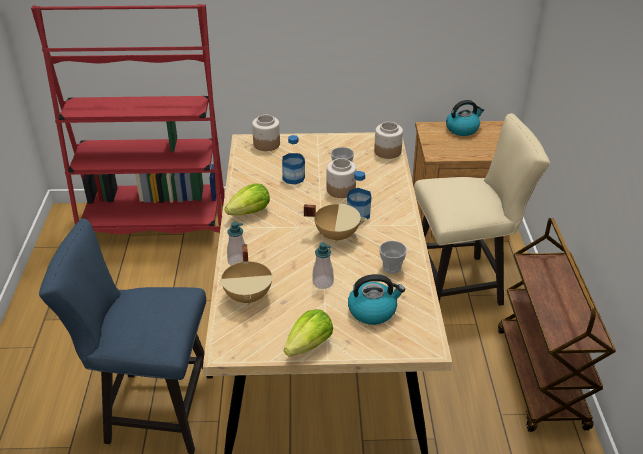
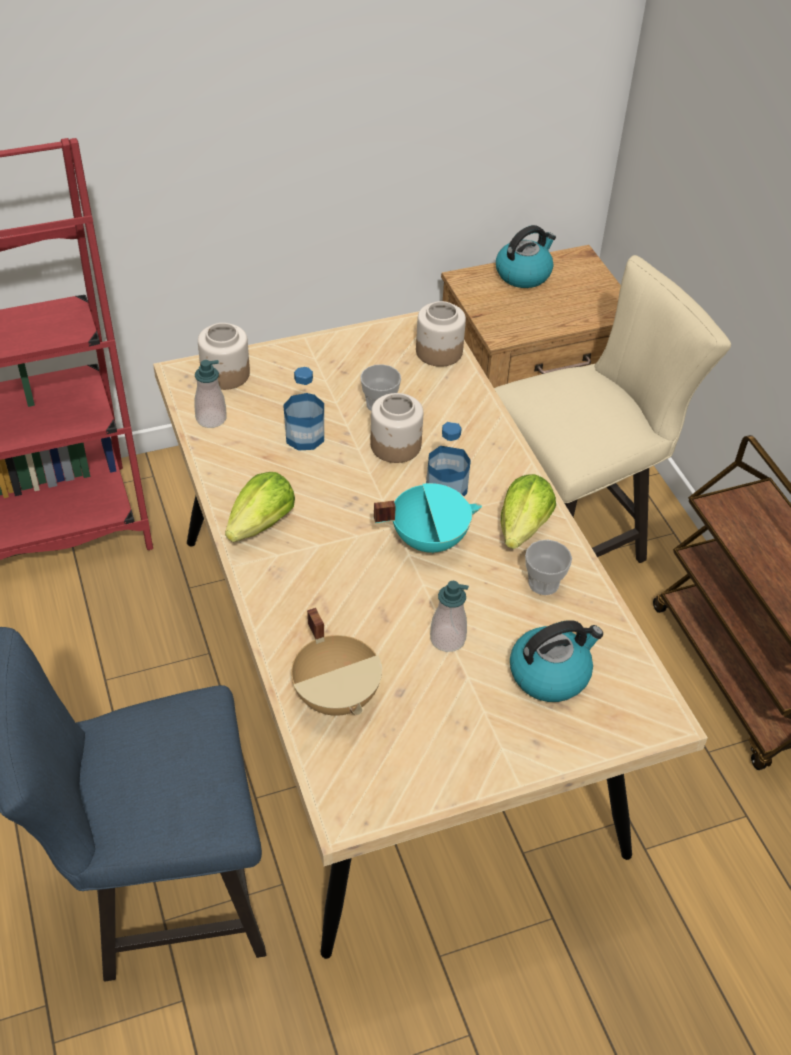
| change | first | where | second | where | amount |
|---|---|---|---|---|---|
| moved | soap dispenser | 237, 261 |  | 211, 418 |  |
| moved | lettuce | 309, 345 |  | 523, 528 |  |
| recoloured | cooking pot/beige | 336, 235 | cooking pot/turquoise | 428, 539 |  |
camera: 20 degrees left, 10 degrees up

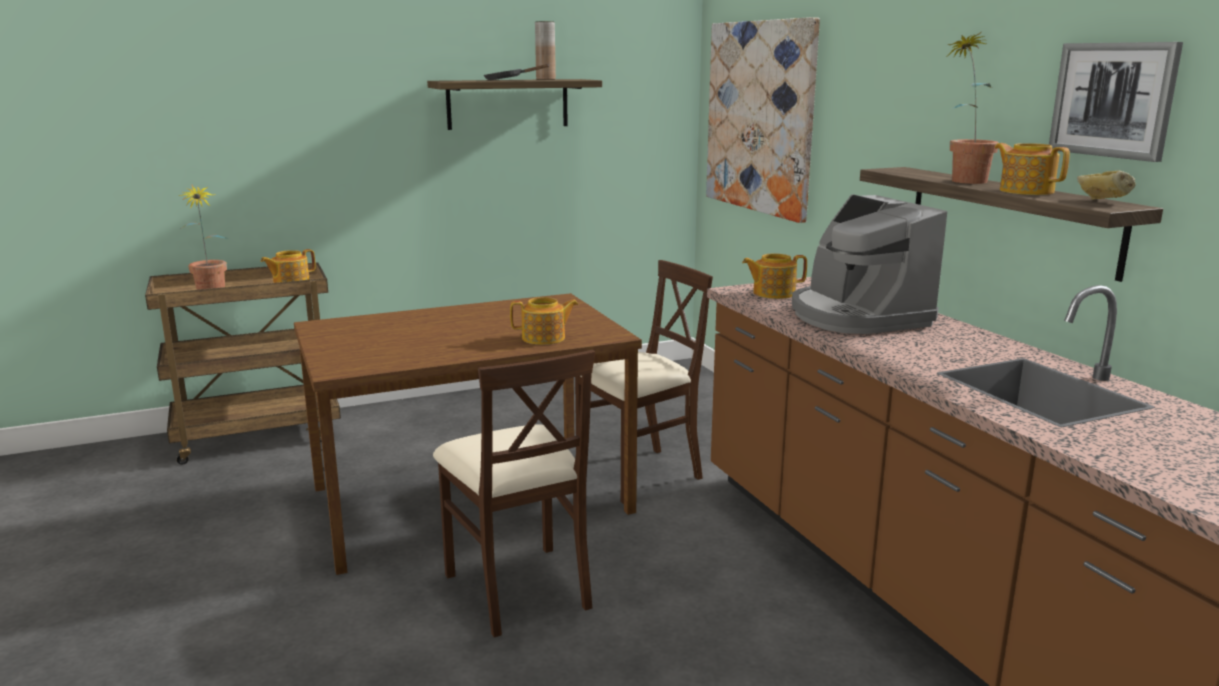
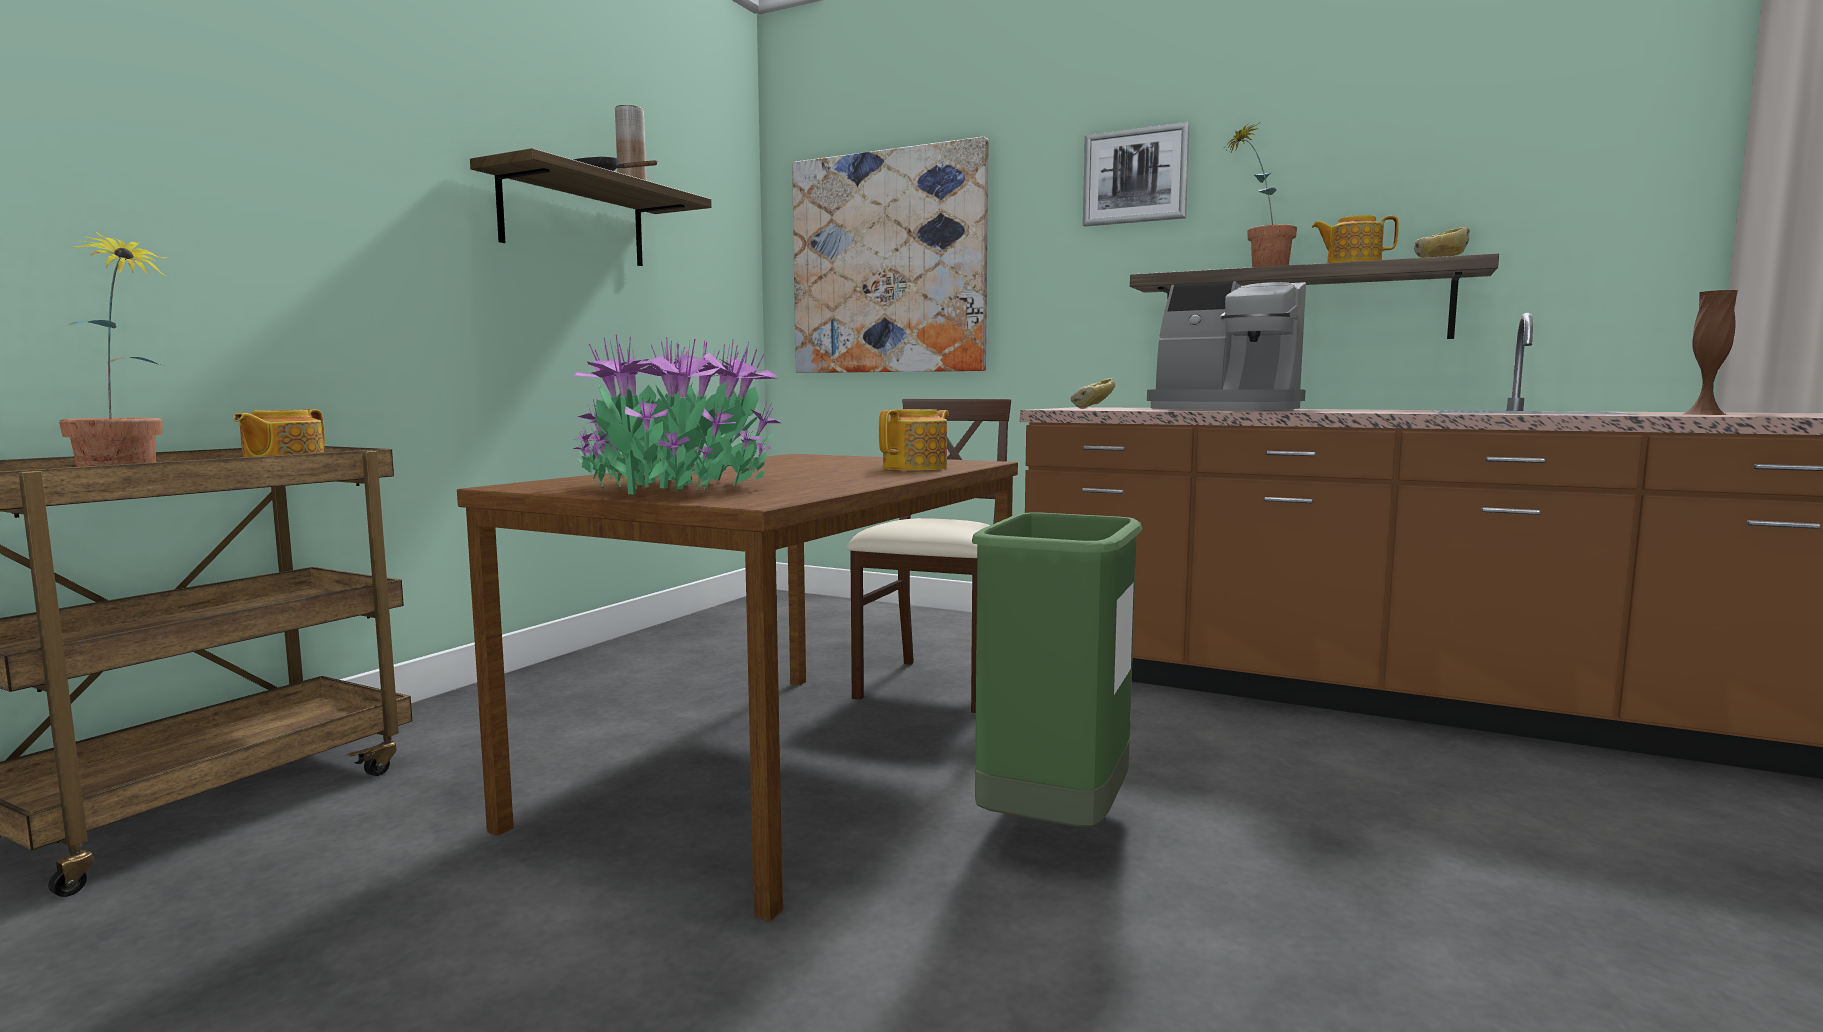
| change | first | where | second | where | amount |
|---|---|---|---|---|---|
| replaced | chair/beige | 518, 588 | trash can/green | 1054, 827 |  |
| replaced | teapot | 773, 293 | bread | 1093, 408 |  |
| moved | picture | 1113, 100 |  | 1135, 176 |  |
| added |  |  | potted plant | 676, 487 |  |
| added |  |  | vase/brown | 1704, 414 |  |
camera: 40 degrees left, 10 degrees down

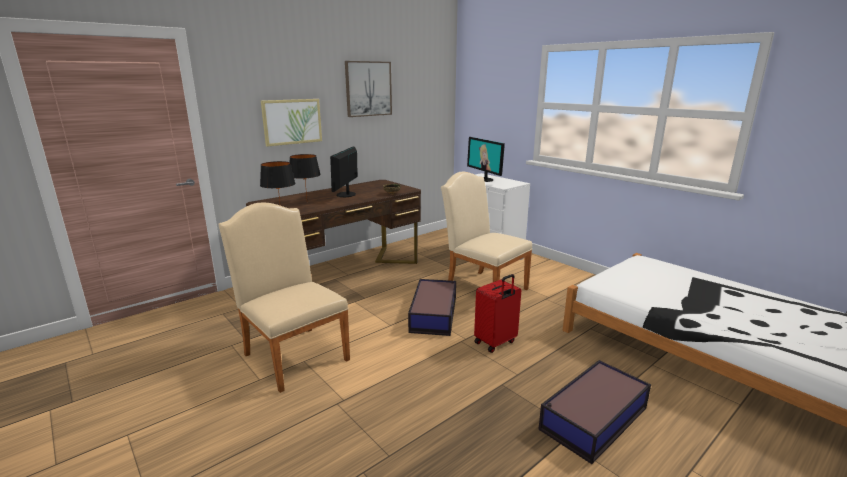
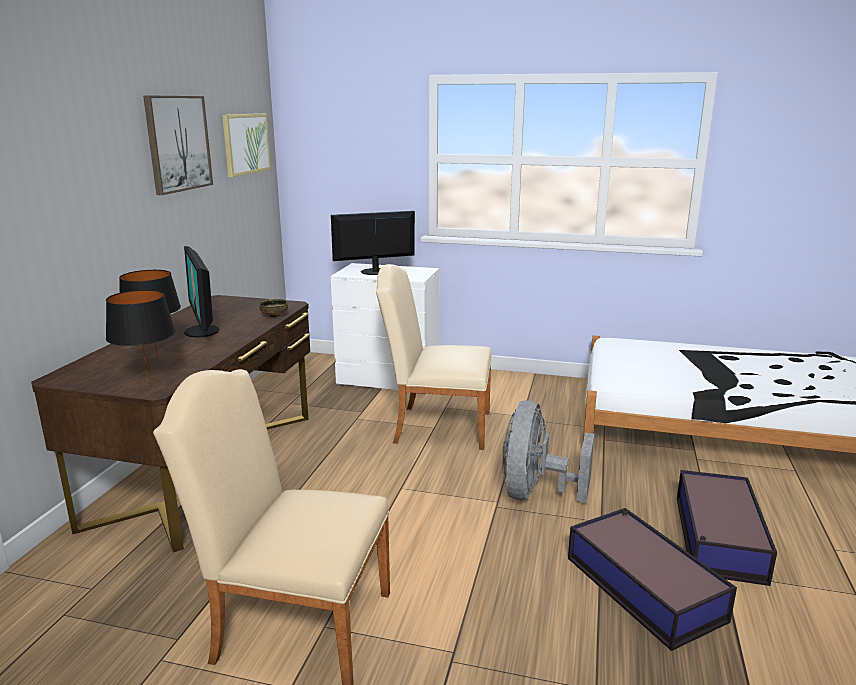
| change | first | where | second | where | amount |
|---|---|---|---|---|---|
| moved | picture | 292, 121 |  | 246, 143 |  |
| moved | storage box | 434, 314 |  | 642, 587 |  |
| turned | monitor | 484, 179 |  | 375, 272 | 135 degrees clockwise |
| replaced | suitcase/red | 496, 342 | fan/grey | 535, 493 |  |
camera: 35 degrees left, 0 degrees up

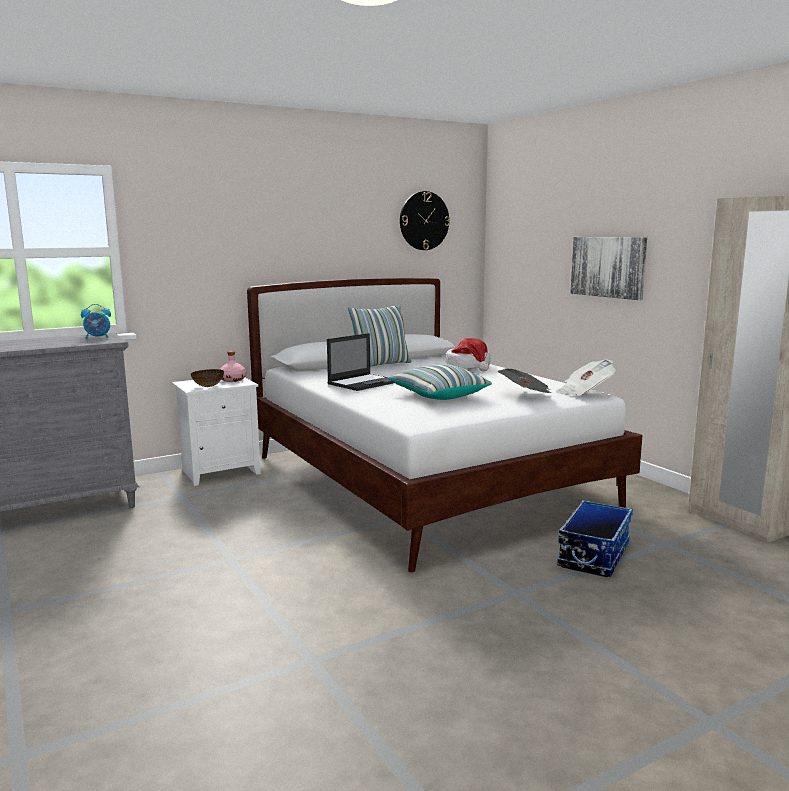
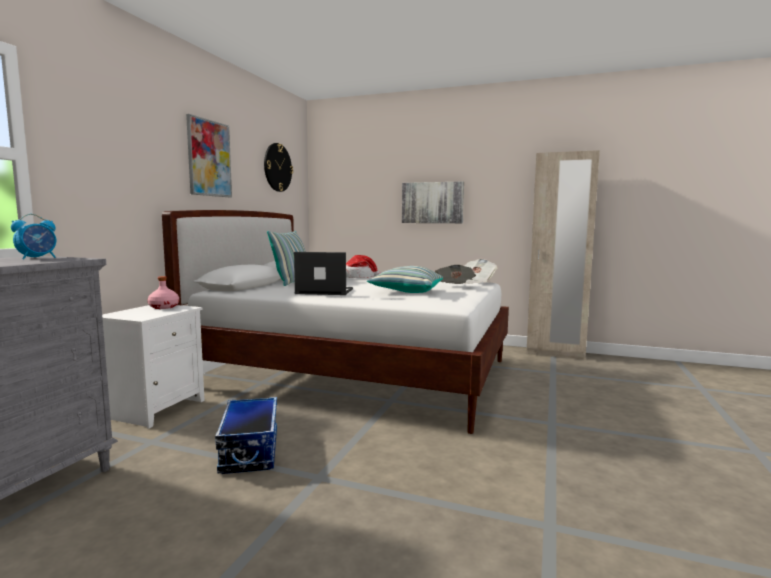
| change | first | where | second | where | amount |
|---|---|---|---|---|---|
| removed | bowl | 208, 386 |  |  |  |
| turned | laptop | 363, 383 |  | 324, 291 | 90 degrees counterclockwise |
| moved | storage box | 593, 554 |  | 249, 450 |  |
| added |  |  | picture | 209, 158 |  |
camera: 40 degrees left, 5 degrees down

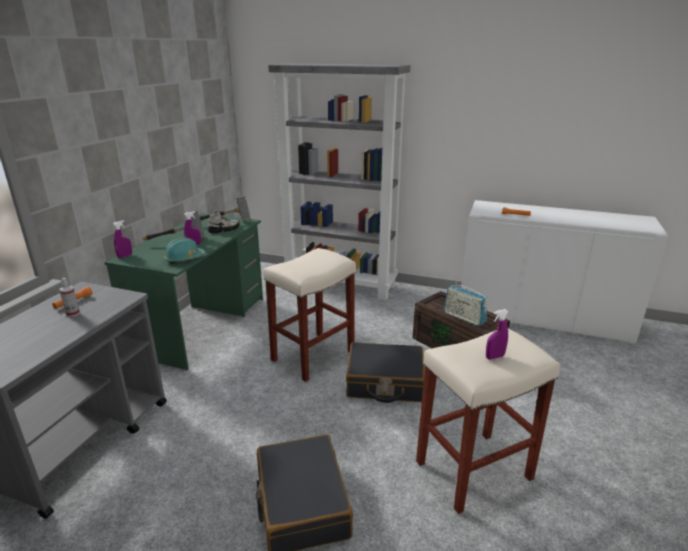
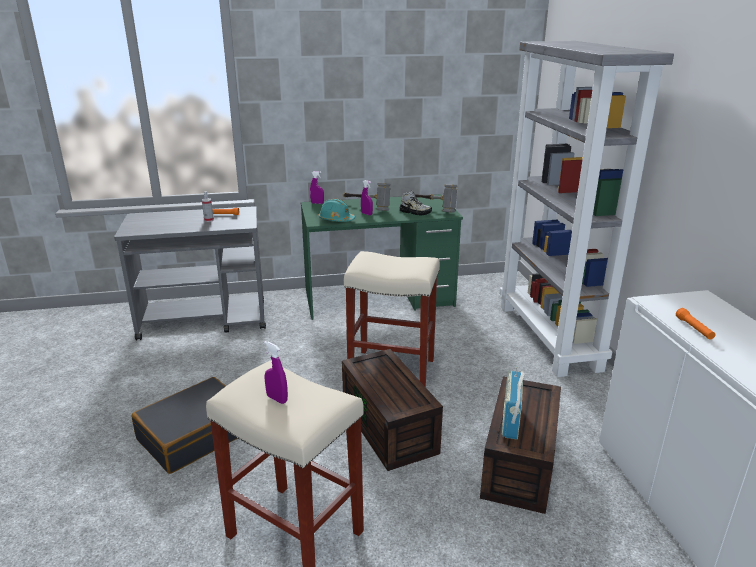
| change | first | where | second | where | amount |
|---|---|---|---|---|---|
| replaced | suitcase/black | 385, 382 | storage box/brown | 391, 428 |  |
camera: 60 degrees right, 0 degrees up

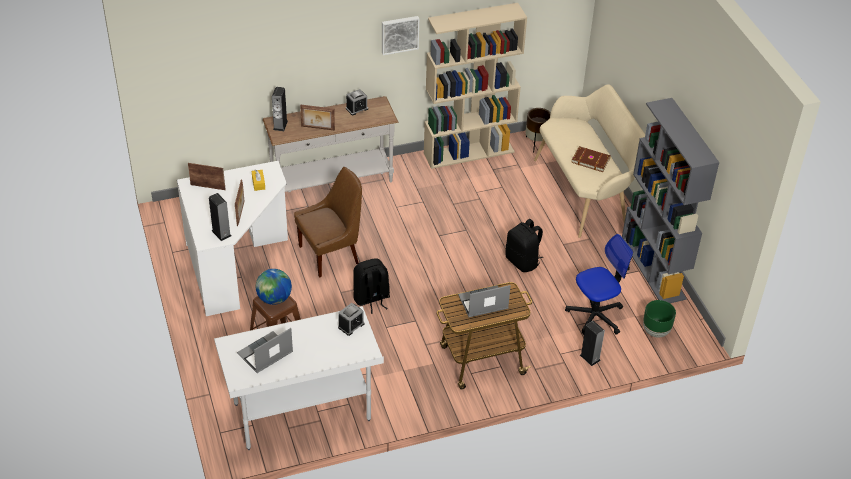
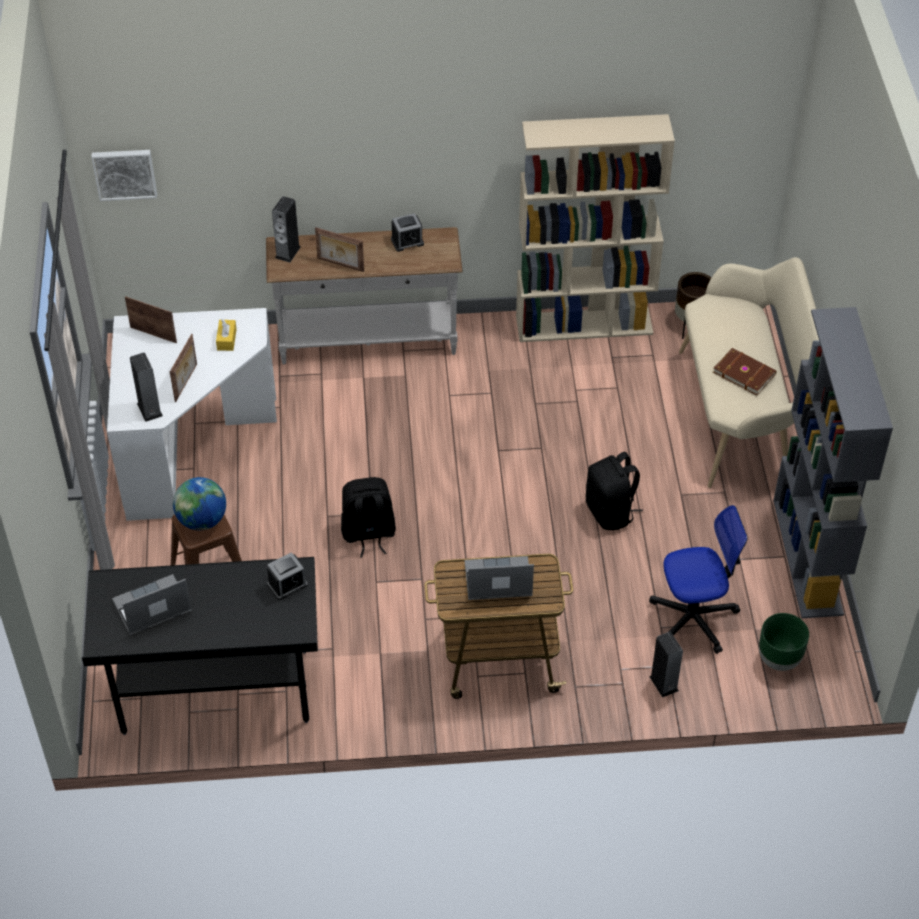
| change | first | where | second | where | amount |
|---|---|---|---|---|---|
| recoloured | desk/white | 302, 413 | desk/black | 216, 693 |  |
| removed | chair/brown | 331, 254 |  |  |  |
| moved | picture | 399, 34 |  | 124, 173 |  |
camera: 15 degrees right, 5 degrees up

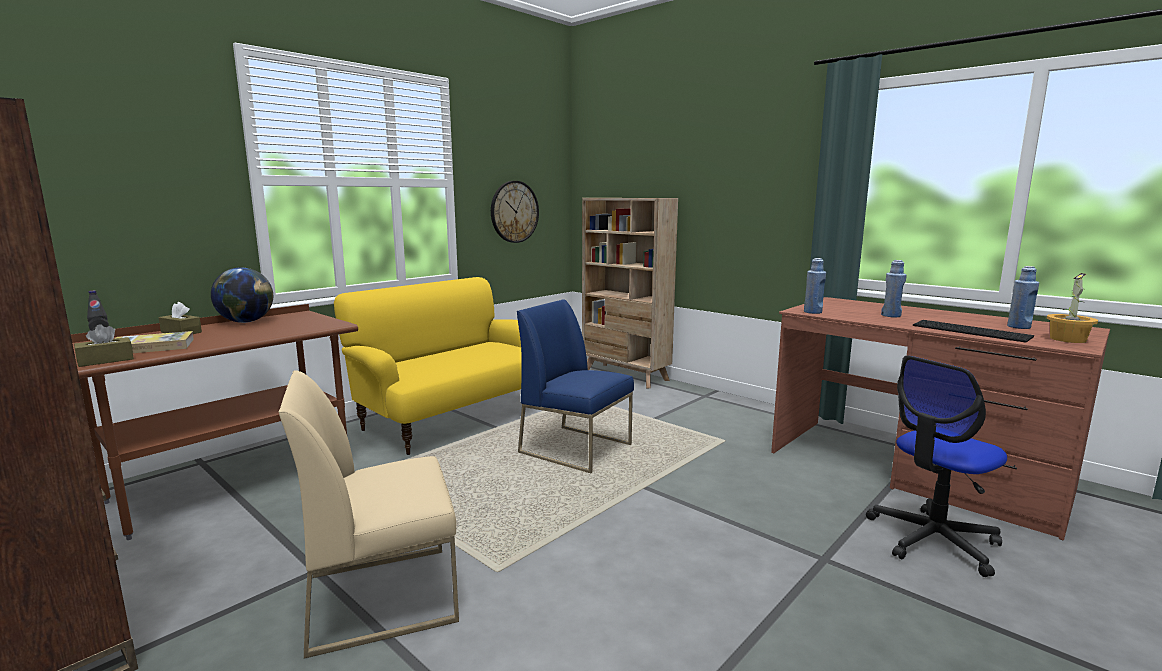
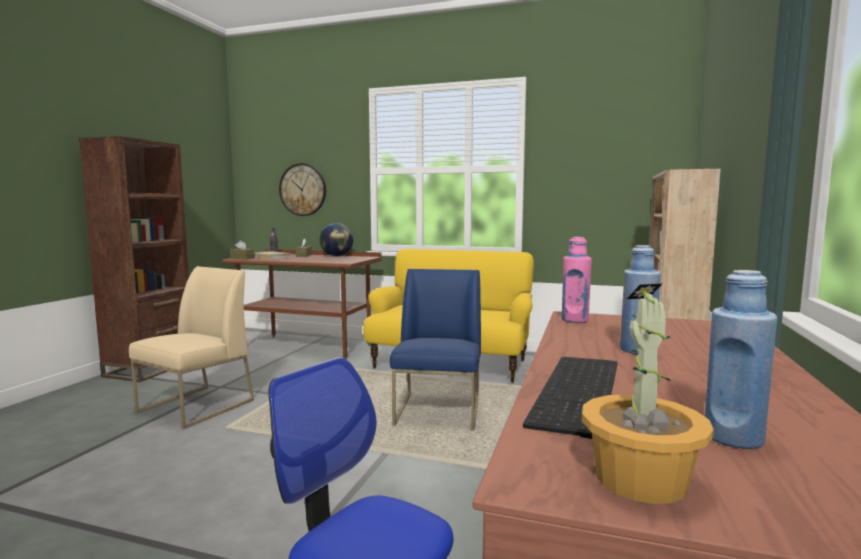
| change | first | where | second | where | amount |
|---|---|---|---|---|---|
| turned | chair/beige | 383, 596 |  | 196, 406 | 75 degrees clockwise |
| moved | wall clock | 514, 212 |  | 303, 189 |  |
| recoloured | bottle/blue | 813, 312 | bottle/pink | 575, 320 |  |
camera: 65 degrees right, 5 degrees down

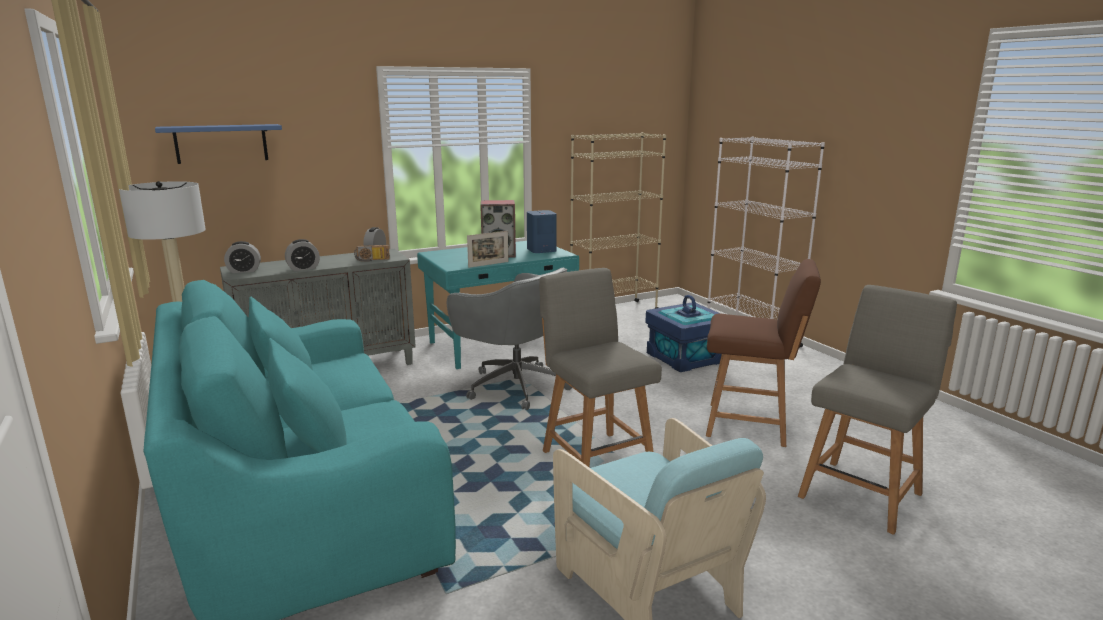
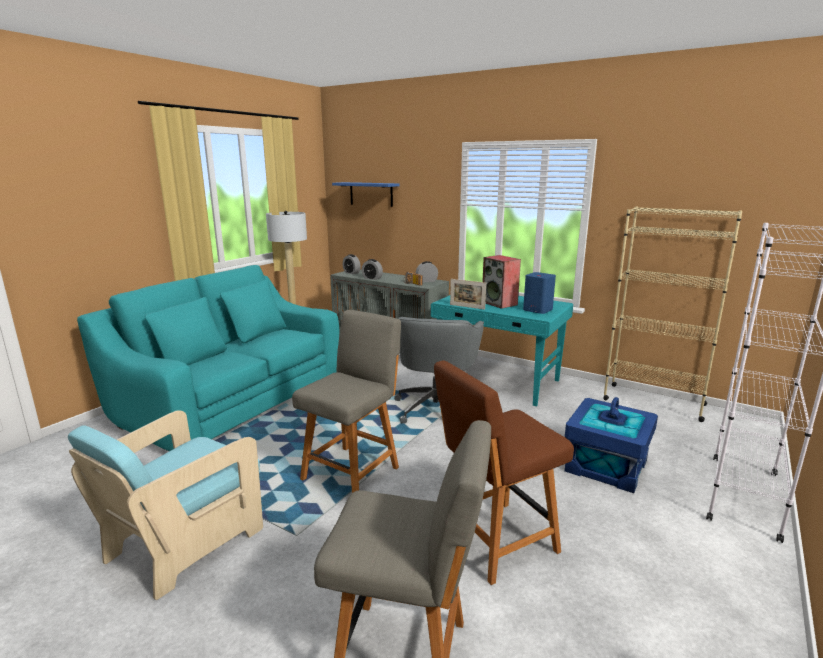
| change | first | where | second | where | amount |
|---|---|---|---|---|---|
| turned | chair/brown | 750, 424 |  | 495, 541 | 75 degrees clockwise |
camera: 60 degrees right, 0 degrees up

